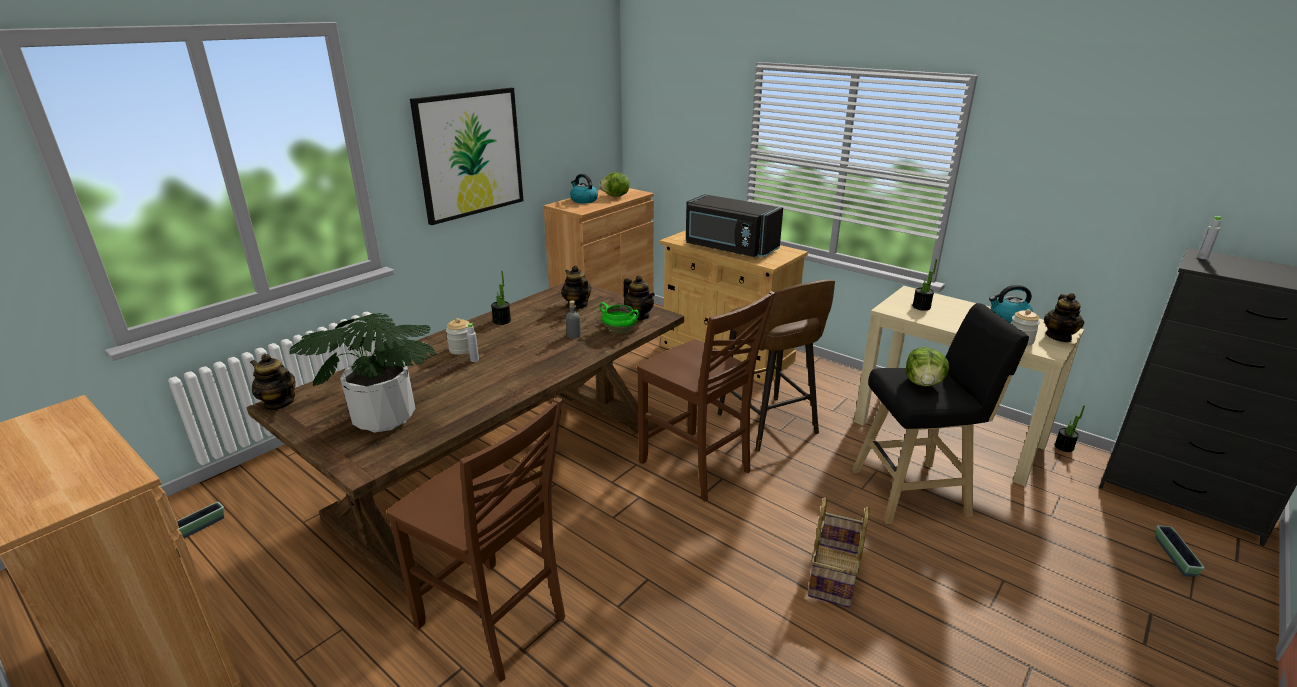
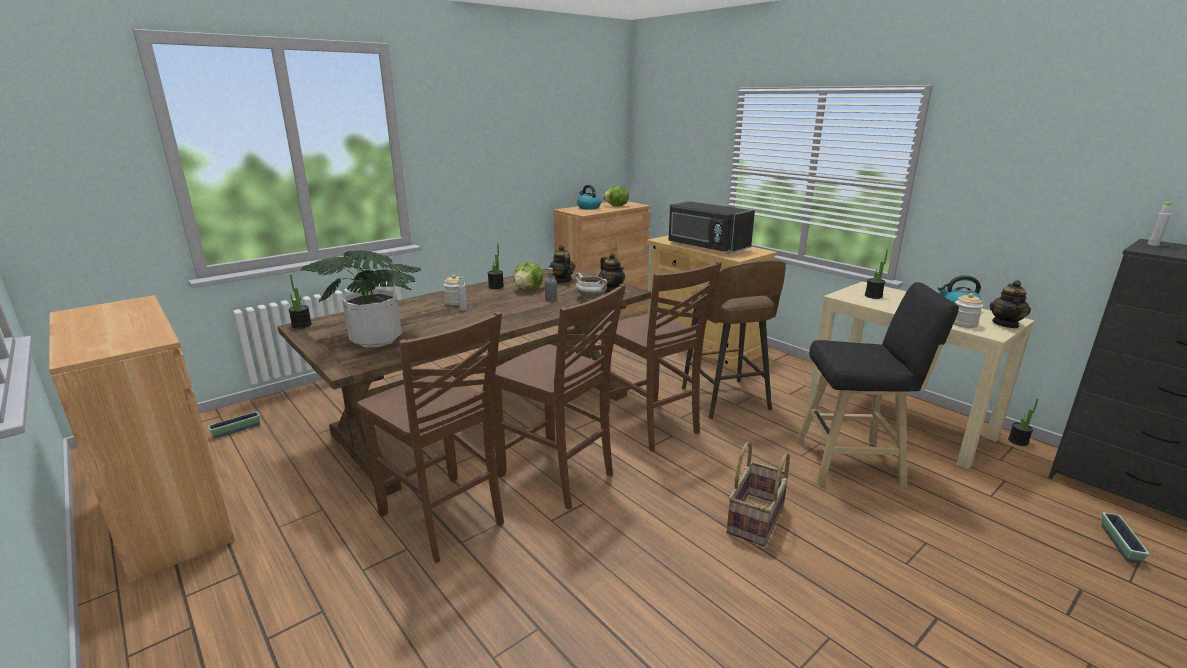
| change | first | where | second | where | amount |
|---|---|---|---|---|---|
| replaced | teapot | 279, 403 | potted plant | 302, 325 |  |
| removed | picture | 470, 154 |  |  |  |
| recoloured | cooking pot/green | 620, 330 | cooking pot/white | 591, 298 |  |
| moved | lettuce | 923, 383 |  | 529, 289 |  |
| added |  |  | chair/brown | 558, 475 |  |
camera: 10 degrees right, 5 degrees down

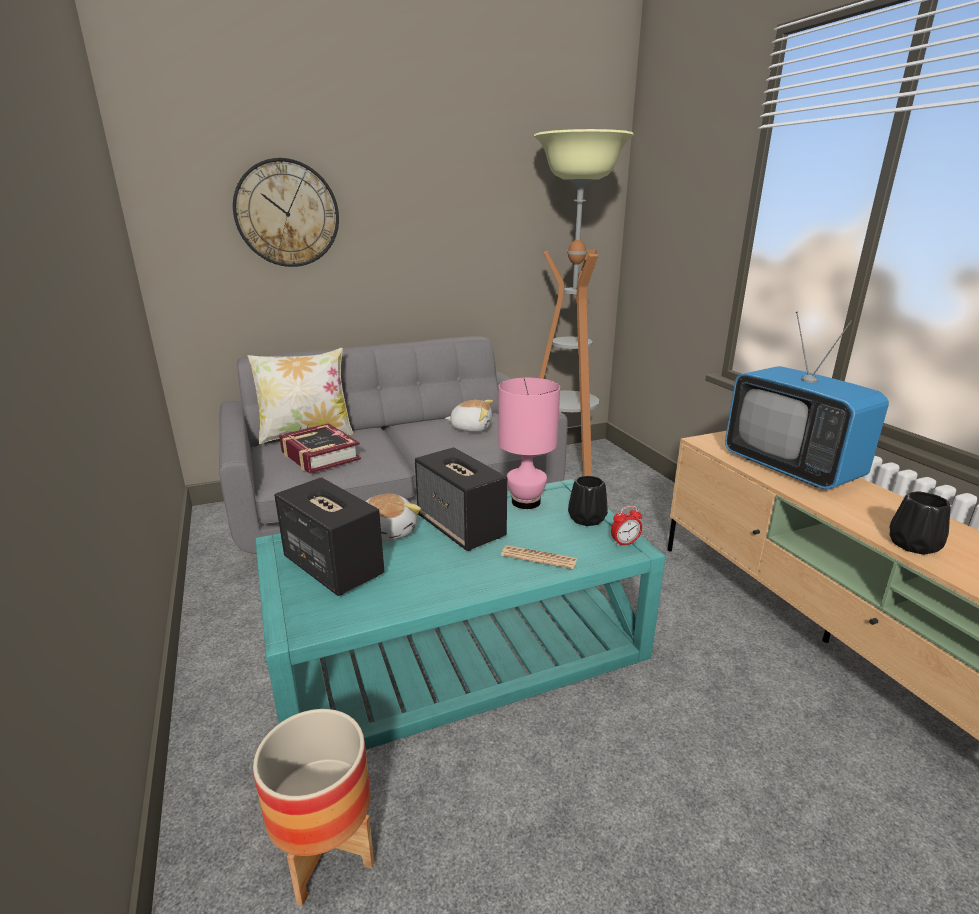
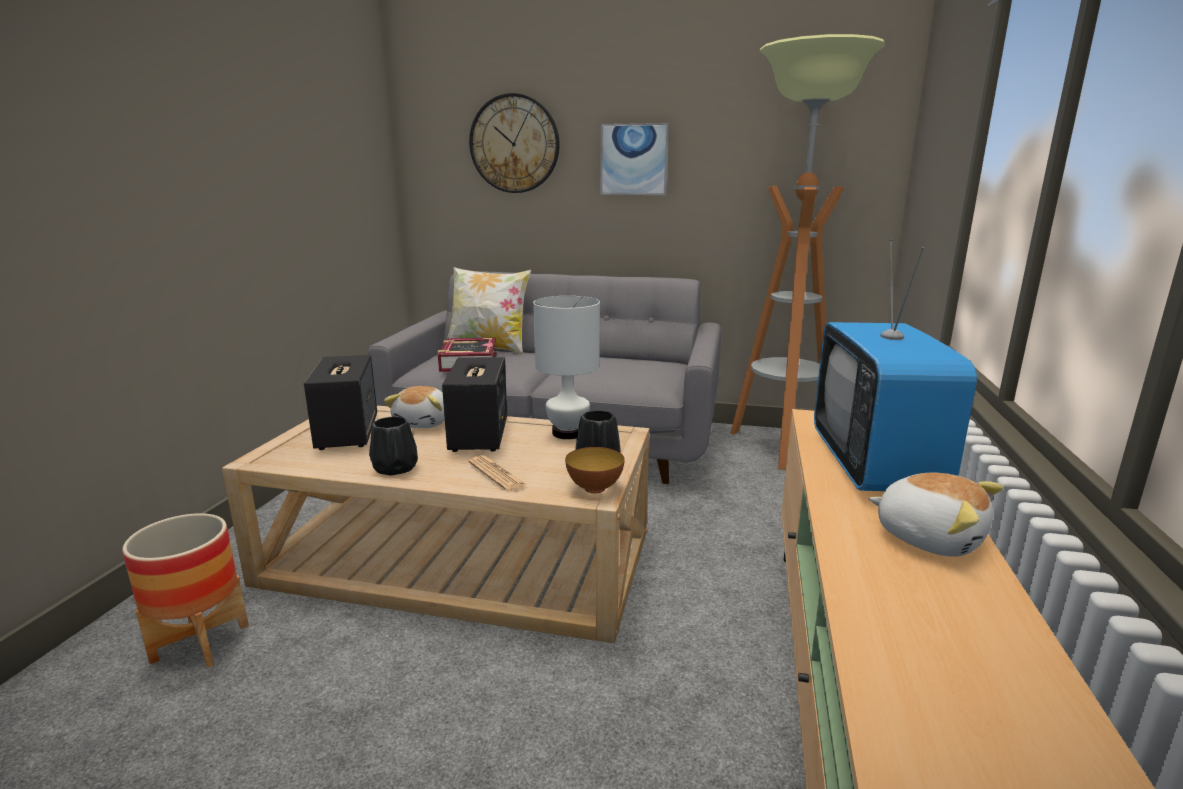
| change | first | where | second | where | amount |
|---|---|---|---|---|---|
| recoloured | coffee table/turquoise | 457, 646 | coffee table/beige | 460, 557 |  |
| moved | plush toy | 471, 428 |  | 929, 537 |  |
| recoloured | table lamp/pink | 525, 502 | table lamp/white | 567, 433 |  |
| replaced | alarm clock | 624, 543 | bowl | 594, 488 |  |
| moved | vase/black | 913, 544 |  | 396, 467 |  |
| added |  |  | picture | 634, 160 |  |
camera: 35 degrees right, 5 degrees down

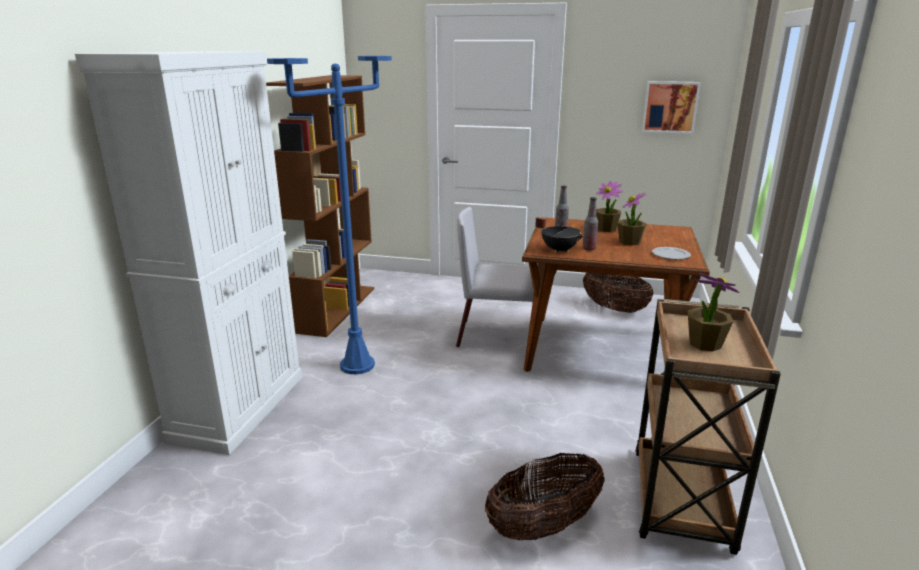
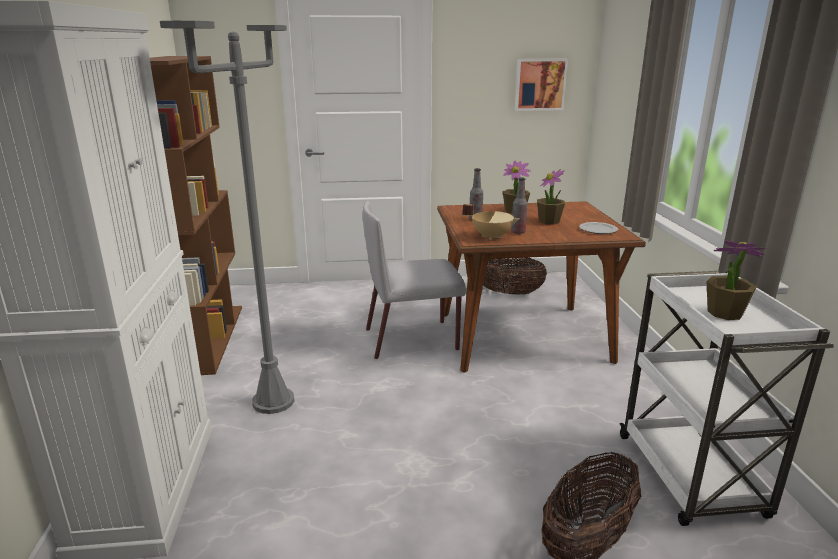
| change | first | where | second | where | amount |
|---|---|---|---|---|---|
| recoloured | floor lamp/blue | 357, 365 | floor lamp/grey | 273, 402 |  |
| recoloured | cooking pot/black | 559, 250 | cooking pot/beige | 491, 236 |  |
| recoloured | cart/brown | 681, 502 | cart/white | 691, 477 |  |
camera: 20 degrees left, 0 degrees up

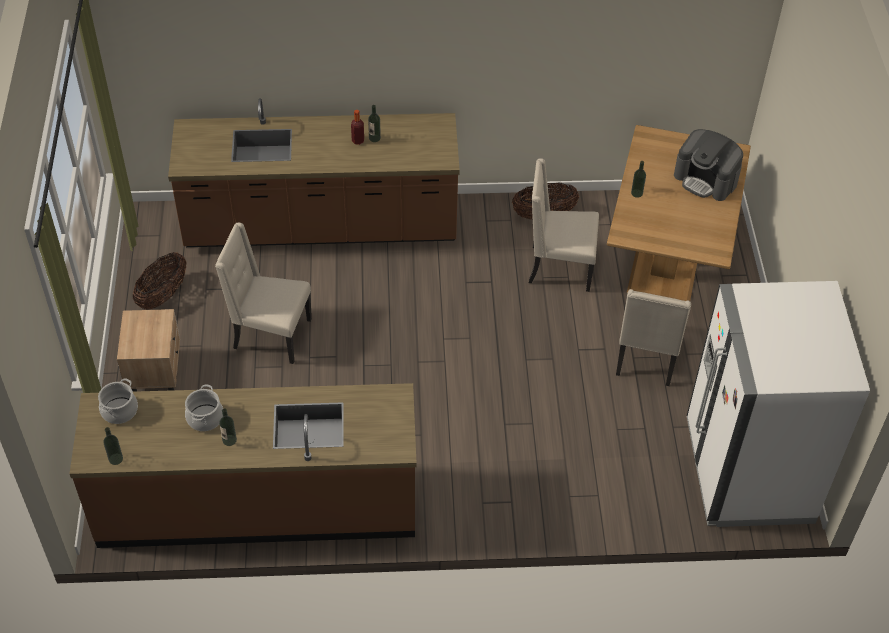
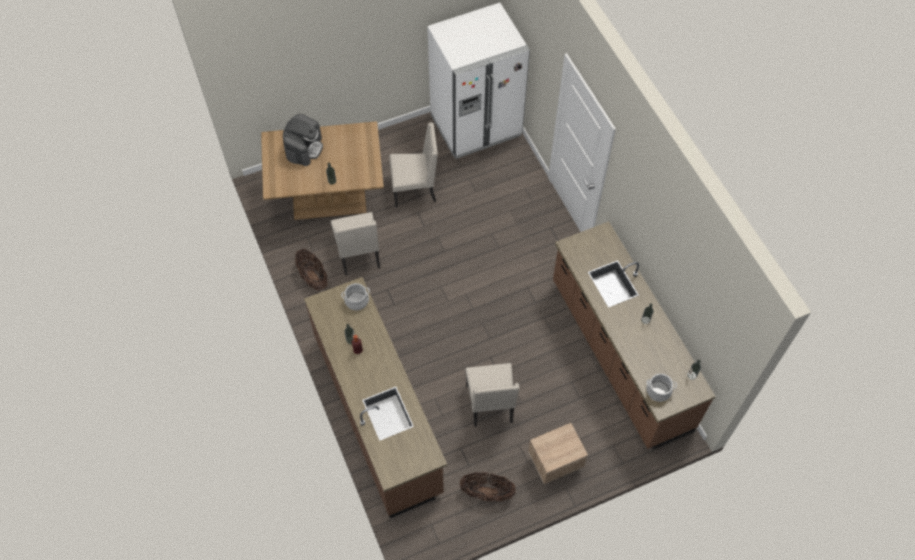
| change | first | where | second | where | amount |
|---|---|---|---|---|---|
| moved | cooking pot | 205, 418 |  | 357, 300 |  |
camera: 110 degrees left, 10 degrees up

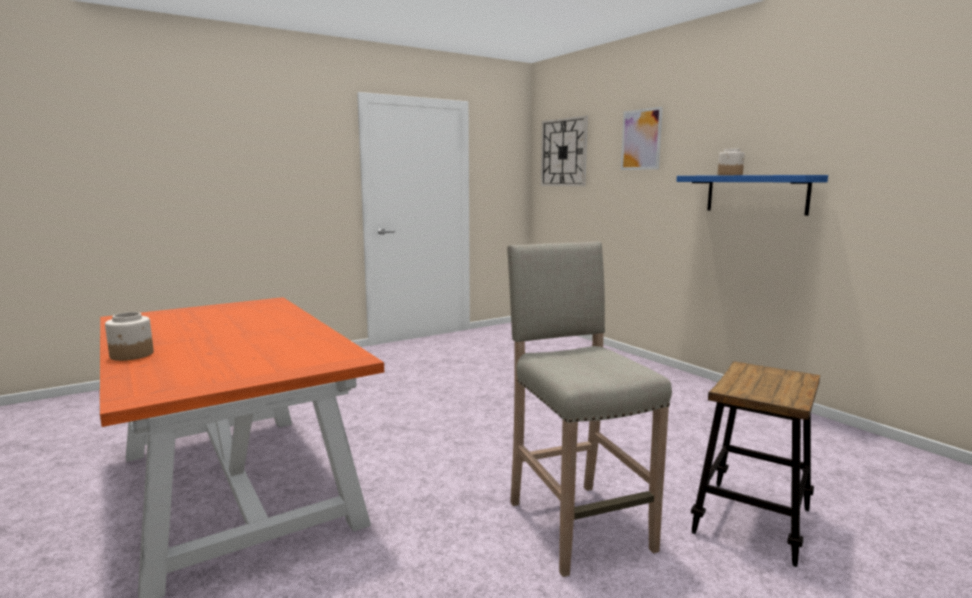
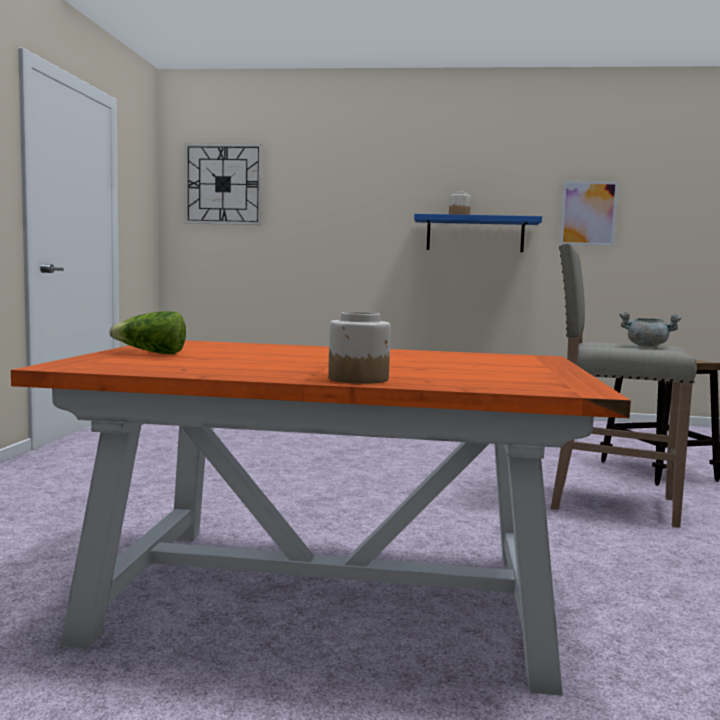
| change | first | where | second | where | amount |
|---|---|---|---|---|---|
| moved | picture | 641, 139 |  | 588, 213 |  |
| added |  |  | lettuce | 151, 353 |  |
| added |  |  | cooking pot/grey | 647, 346 |  |
camera: 50 degrees left, 5 degrees down

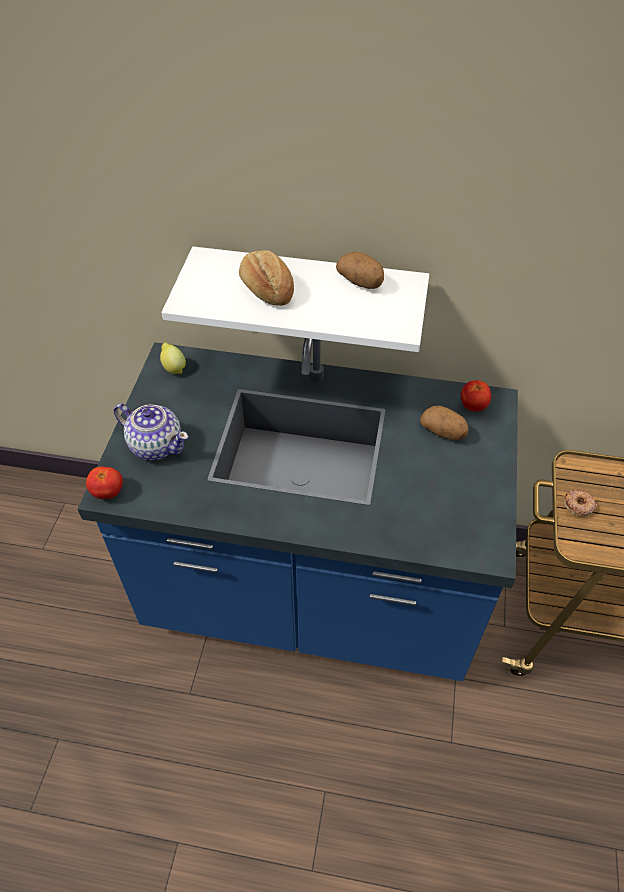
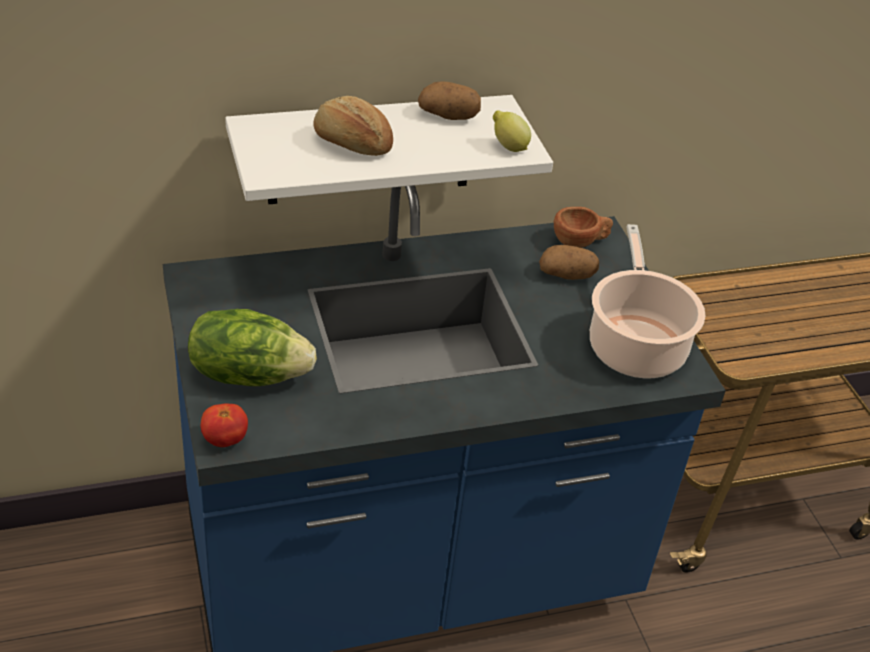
| change | first | where | second | where | amount |
|---|---|---|---|---|---|
| replaced | teapot | 156, 445 | lettuce | 248, 373 |  |
| moved | lemon | 173, 368 |  | 508, 147 |  |
| replaced | tomato | 473, 406 | cup/brown | 580, 242 |  |
| removed | donut | 578, 505 |  |  |  |
| added |  |  | cooking pot | 635, 344 |  |
camera: 30 degrees left, 10 degrees down

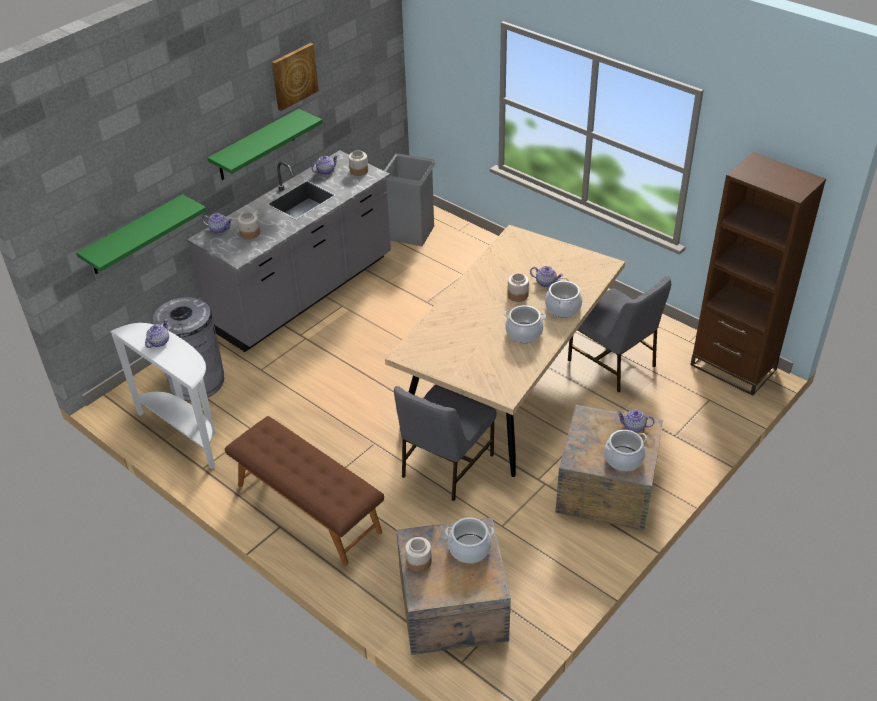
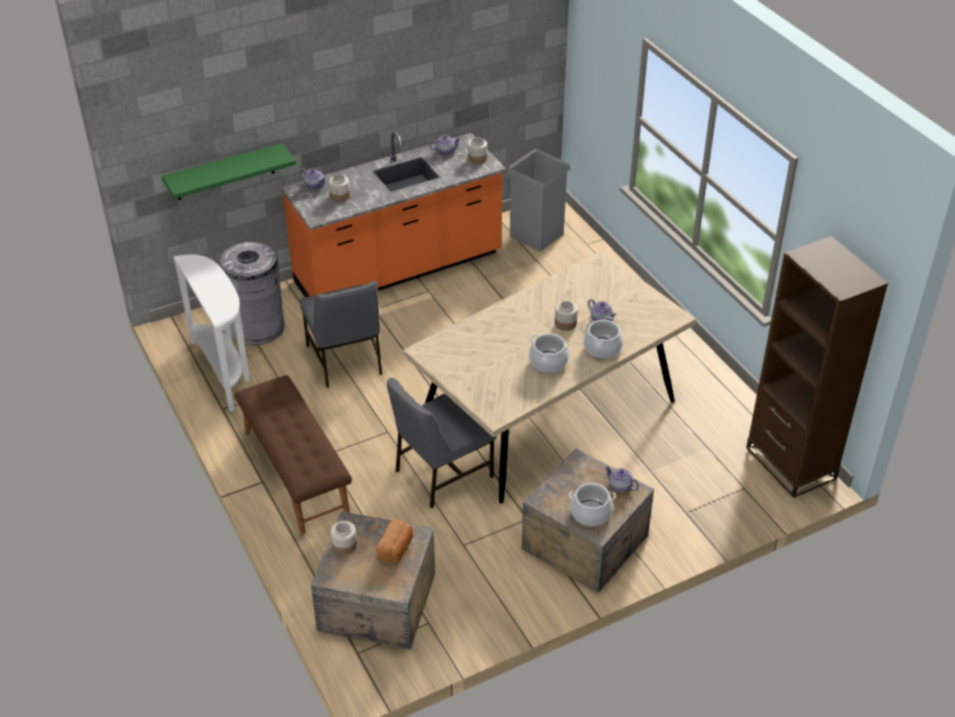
| change | first | where | second | where | amount |
|---|---|---|---|---|---|
| removed | teapot | 159, 342 |  |  |  |
| recoloured | counter/grey | 304, 294 | counter/orange | 399, 270 |  |
| removed | shelf/green | 256, 145 |  |  |  |
| removed | picture | 294, 76 |  |  |  |
| replaced | cooking pot | 469, 549 | bread | 396, 549 |  |
| moved | chair/grey | 613, 363 |  | 345, 360 |  |
camera: 20 degrees right, 0 degrees up

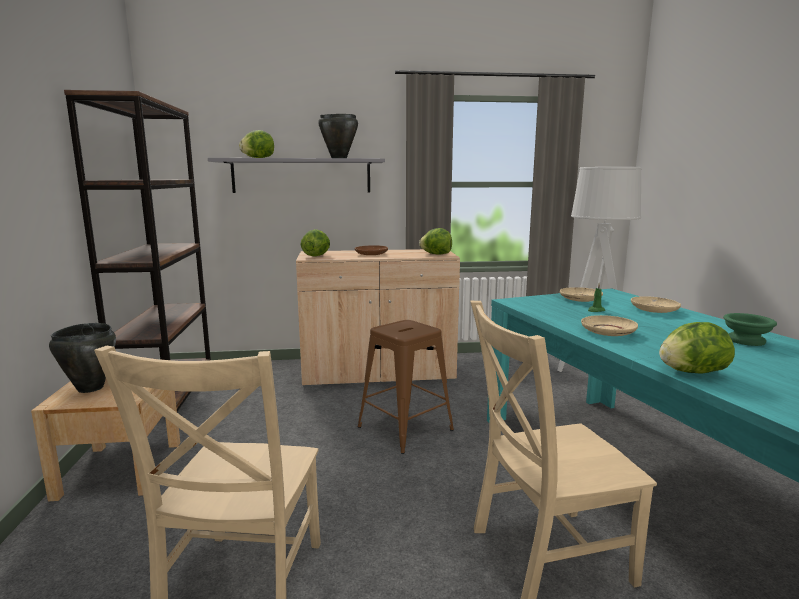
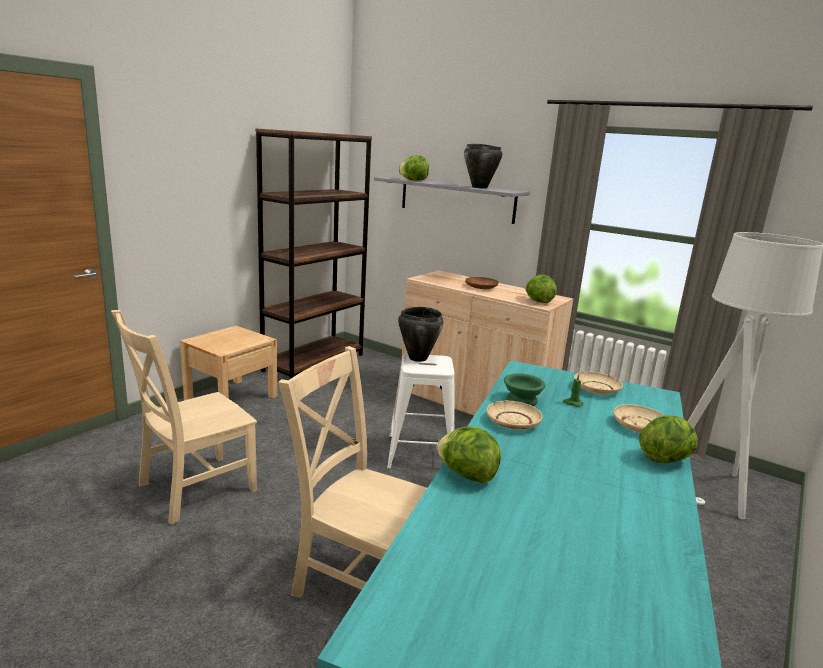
| change | first | where | second | where | amount |
|---|---|---|---|---|---|
| moved | cooking pot/black | 90, 388 |  | 417, 358 |  |
| moved | lettuce | 316, 256 |  | 665, 459 |  |
| recoloured | stool/brown | 405, 428 | stool/white | 420, 453 |  |
| moved | bowl/green | 744, 340 |  | 521, 400 |  |
camera: 40 degrees right, 5 degrees up

